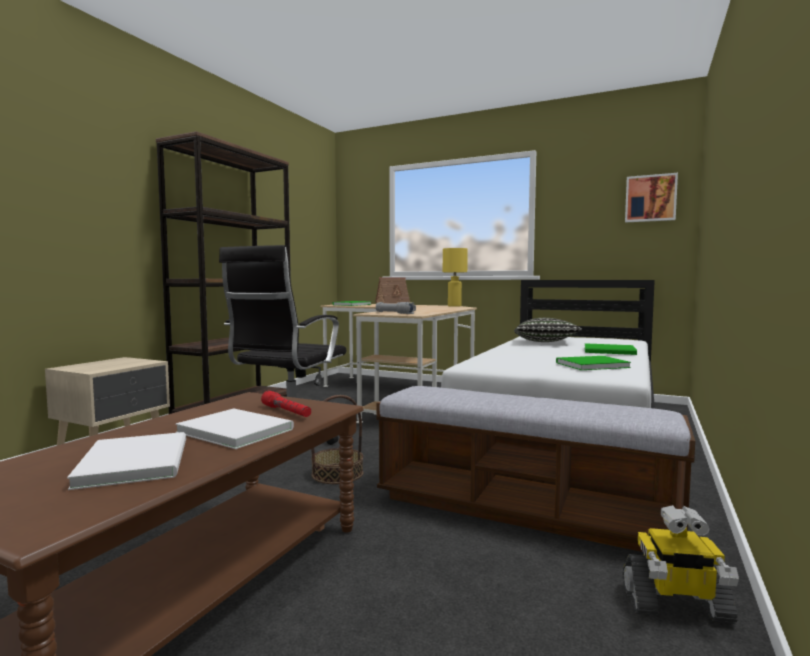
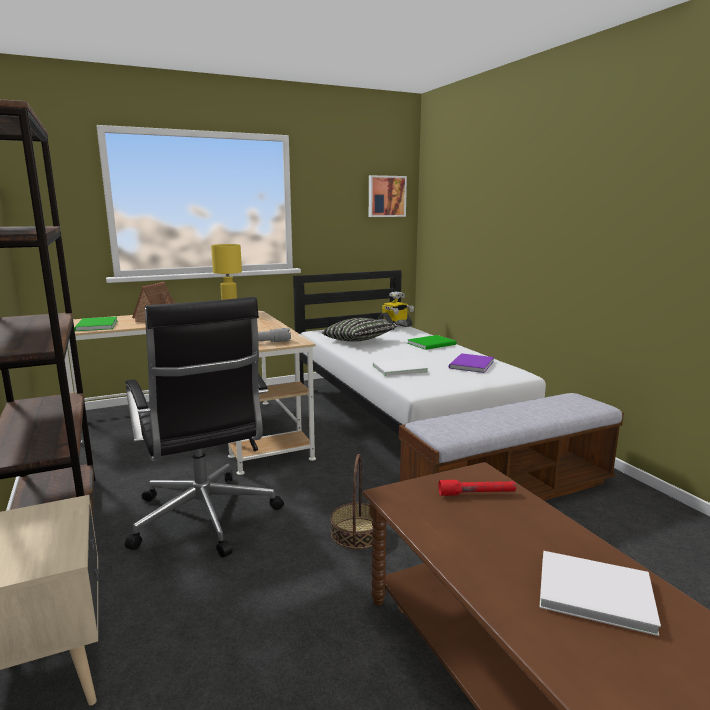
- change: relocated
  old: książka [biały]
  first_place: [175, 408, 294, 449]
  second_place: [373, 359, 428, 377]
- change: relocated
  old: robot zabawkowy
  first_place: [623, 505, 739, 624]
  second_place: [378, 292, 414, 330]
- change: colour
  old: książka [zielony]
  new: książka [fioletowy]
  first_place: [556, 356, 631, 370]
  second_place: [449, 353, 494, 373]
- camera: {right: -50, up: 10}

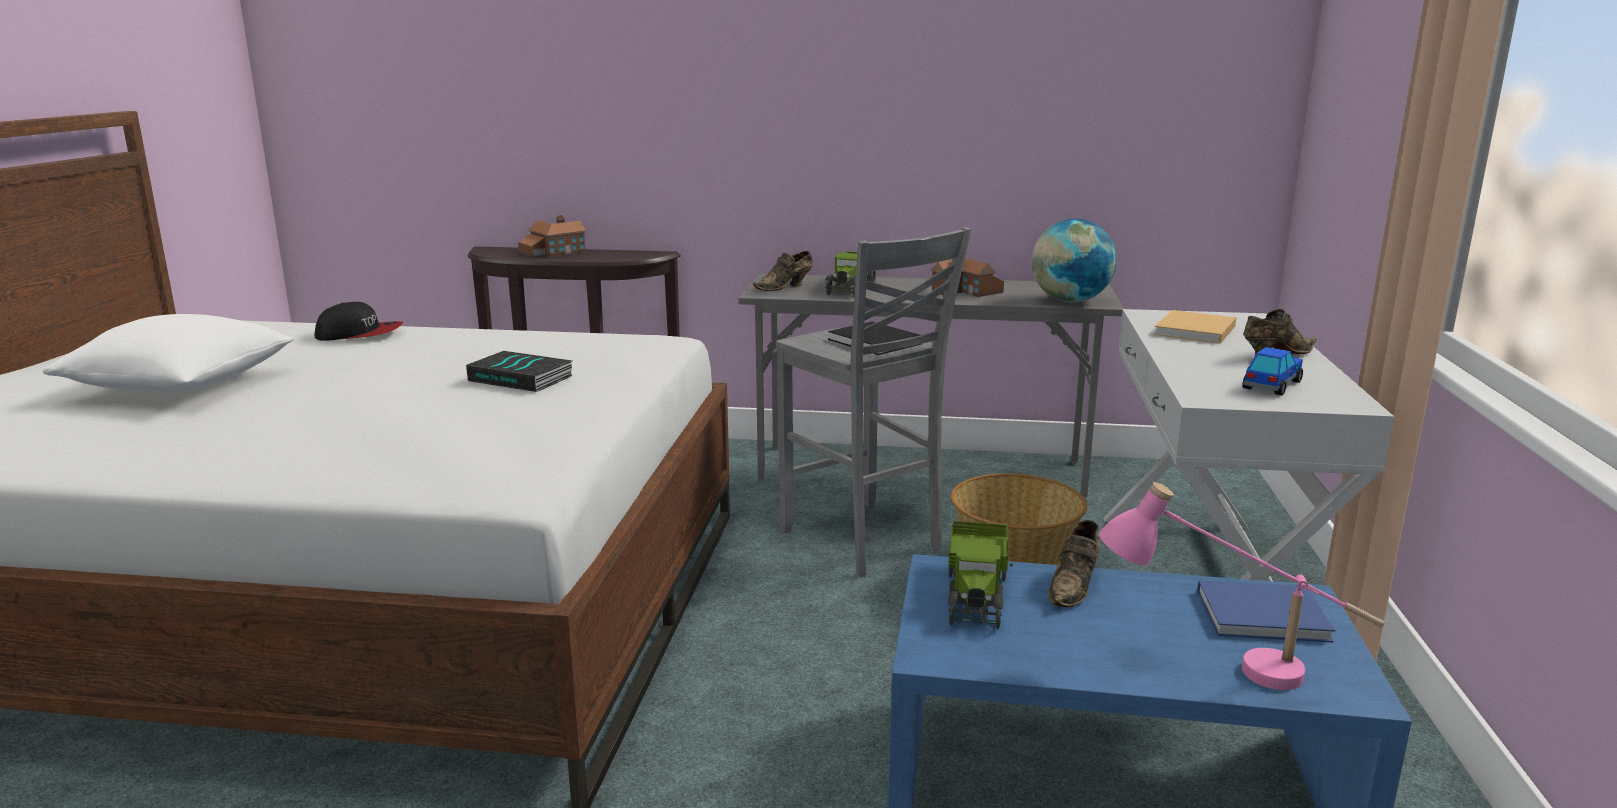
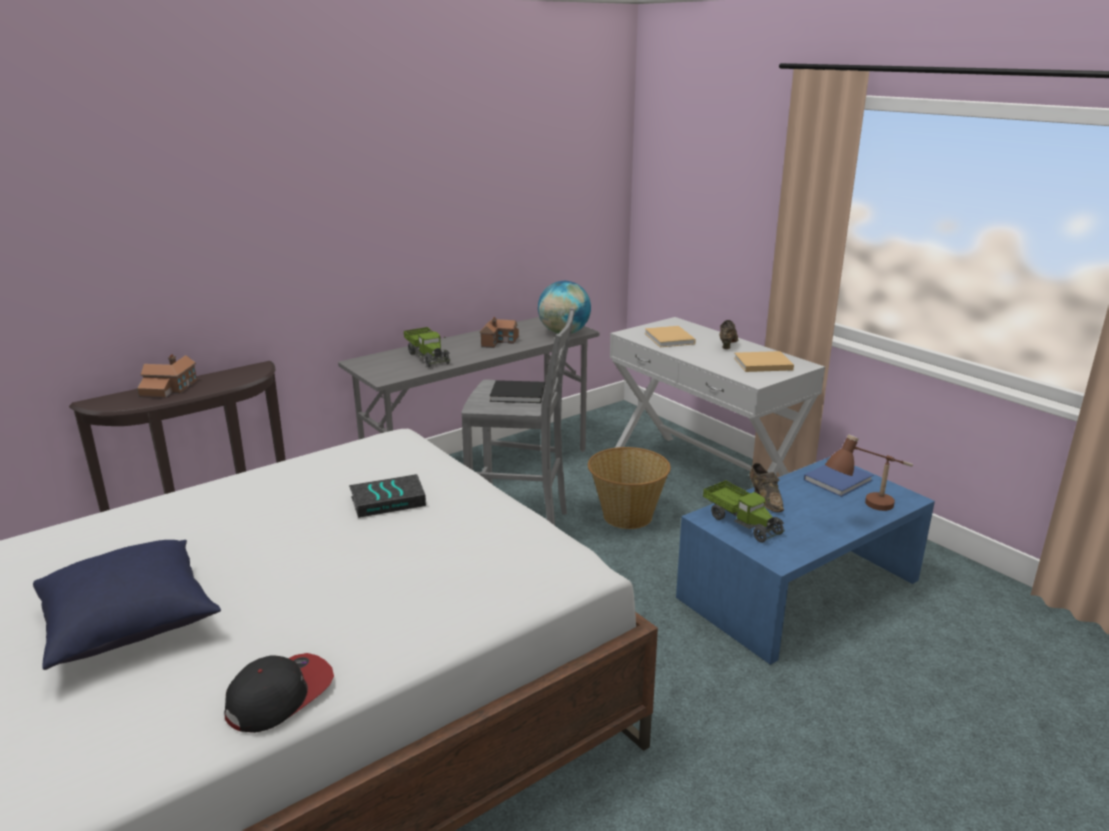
- change: colour
  old: poduszka [biały]
  new: poduszka [niebieski]
  first_place: [43, 314, 295, 392]
  second_place: [33, 540, 221, 670]
- change: relocated
  old: czapka z daszkiem
  first_place: [314, 302, 403, 341]
  second_place: [225, 653, 334, 733]
- change: exchanged
  old: samochodzik
  new: książka [beżowy]
  first_place: [1243, 347, 1303, 396]
  second_place: [734, 351, 794, 372]
- change: colour
  old: lampa stołowa [różowy]
  new: lampa stołowa [brązowy]
  first_place: [1099, 482, 1384, 690]
  second_place: [825, 434, 913, 511]
- change: missing
  old: but [brązowy]
  first_place: [753, 251, 813, 291]
- camera: {right: -45, up: 5}

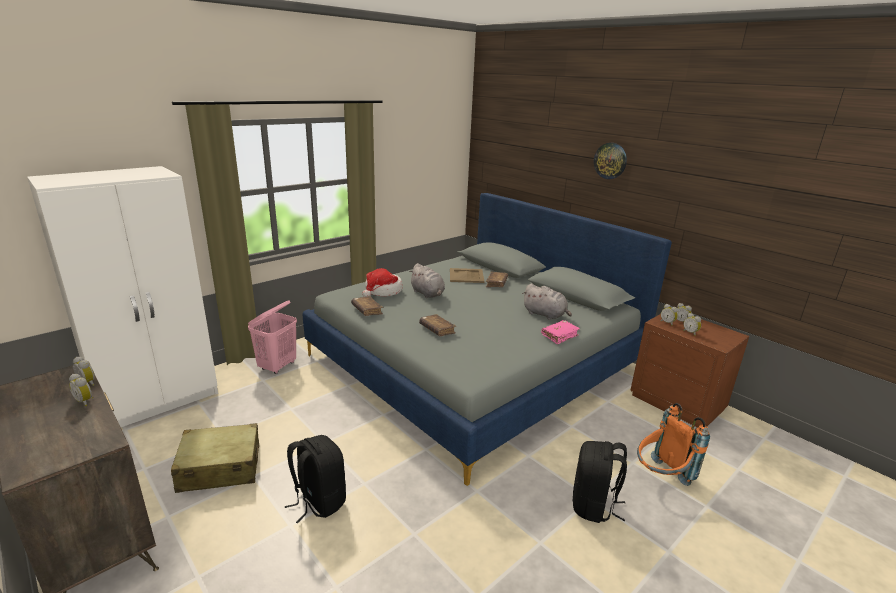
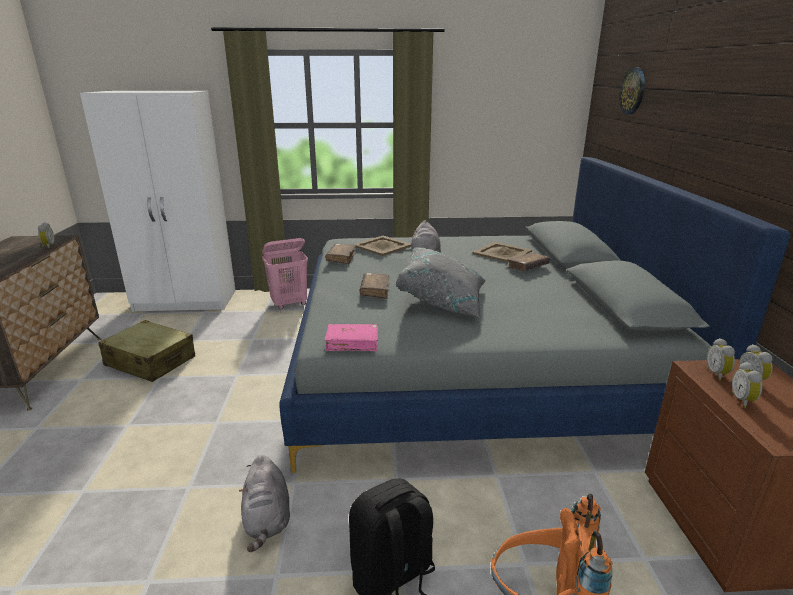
- change: relocated
  old: pluszak [szary]
  first_place: [522, 284, 572, 320]
  second_place: [239, 455, 290, 552]
- change: relocated
  old: książka [różowy]
  first_place: [541, 320, 580, 344]
  second_place: [325, 324, 378, 351]
- change: exchanged
  old: kapelusz
  new: taca [beżowy]
  first_place: [362, 268, 403, 297]
  second_place: [353, 236, 411, 256]
- change: appeared
  new: poduszka [szary]
  second_place: [396, 248, 486, 318]
- change: relocated
  old: zegar ścienny
  first_place: [594, 143, 627, 179]
  second_place: [619, 67, 645, 114]
- change: missing
  old: budzik
  first_place: [69, 374, 93, 406]
- change: missing
  old: plecak [czarny]
  first_place: [285, 435, 346, 523]
- camera: {right: 40, up: 0}

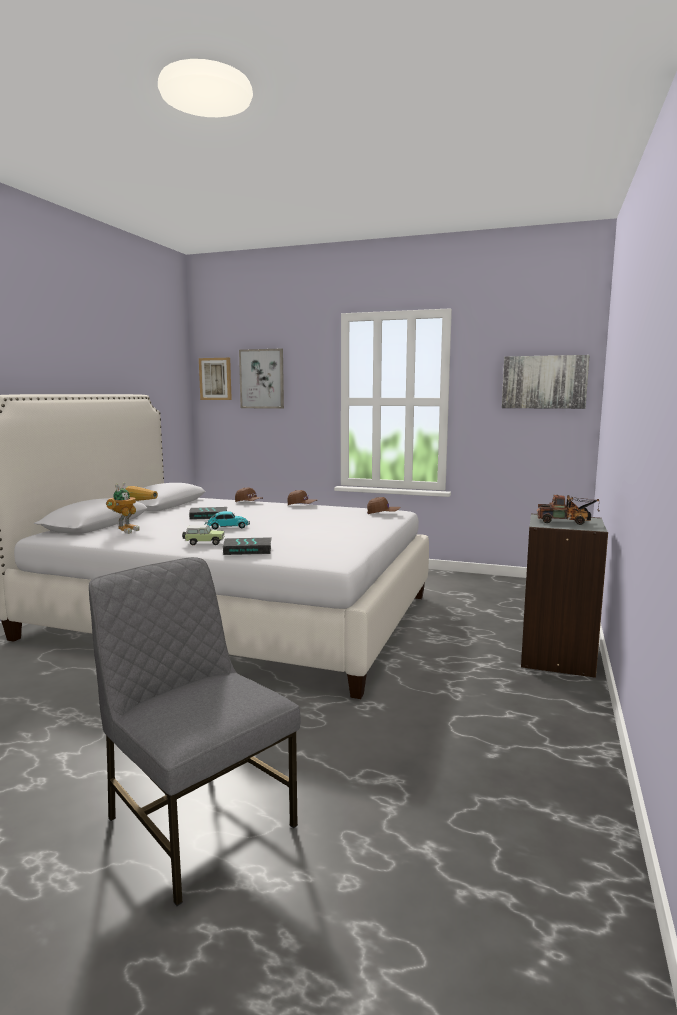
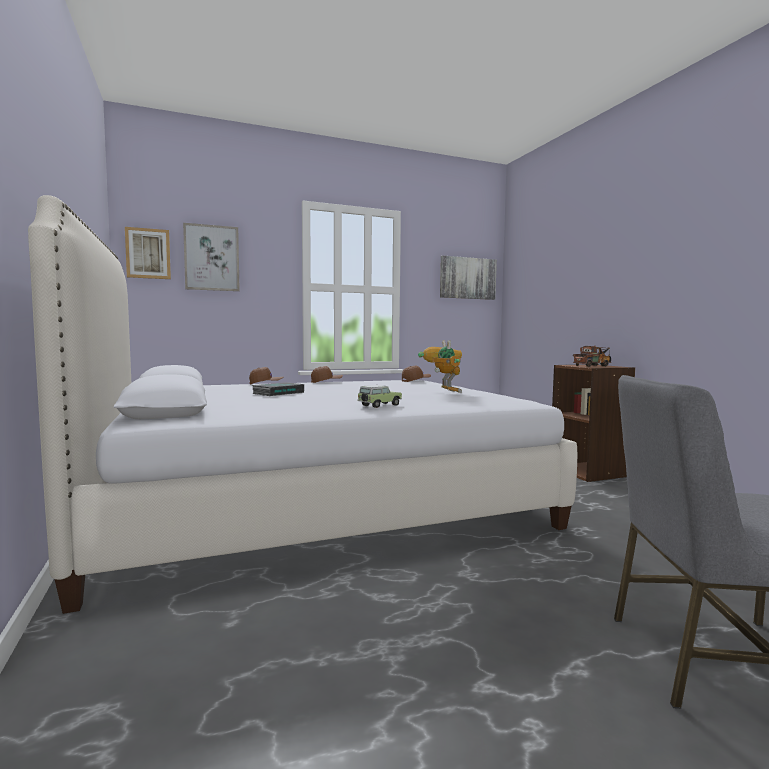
- change: relocated
  old: robot zabawkowy
  first_place: [106, 482, 158, 534]
  second_place: [418, 340, 462, 393]
- change: colour
  old: regał [szary]
  new: regał [brązowy]
  first_place: [521, 514, 608, 678]
  second_place: [552, 364, 635, 482]
- change: missing
  old: samochodzik
  first_place: [205, 511, 250, 529]
- change: missing
  old: książka
  first_place: [223, 537, 272, 555]
- camera: {right: -40, up: -5}

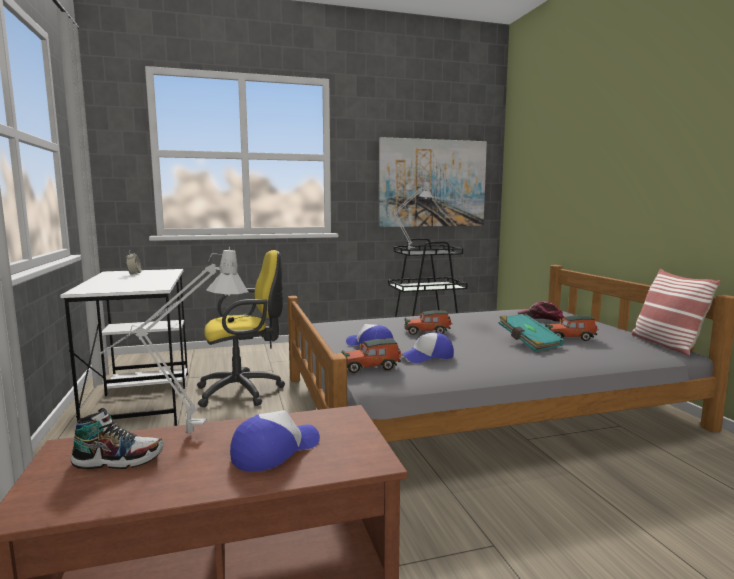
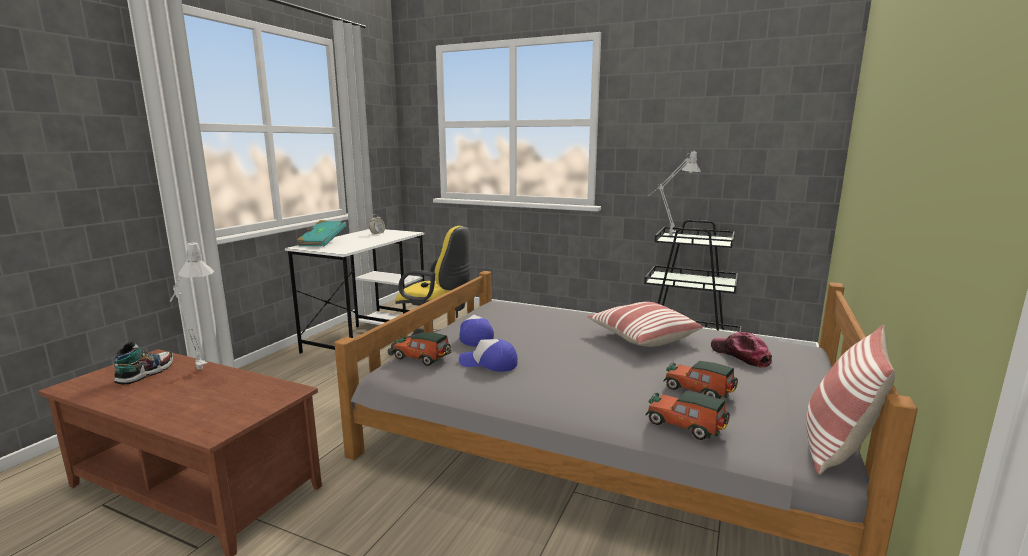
- change: spun
  old: but
  first_place: [71, 408, 164, 469]
  second_place: [114, 342, 173, 384]
  degrees: -105
- change: relocated
  old: książka [turkusowy]
  first_place: [498, 314, 564, 352]
  second_place: [296, 220, 347, 246]
- change: appeared
  new: poduszka
  second_place: [587, 302, 703, 347]
- change: relocated
  old: samochodzik
  first_place: [404, 311, 453, 335]
  second_place: [645, 391, 730, 440]
- change: missing
  old: czapka z daszkiem
  first_place: [230, 410, 320, 472]
- change: missing
  old: obraz
  first_place: [379, 137, 487, 227]
- camera: {right: 40, up: 5}

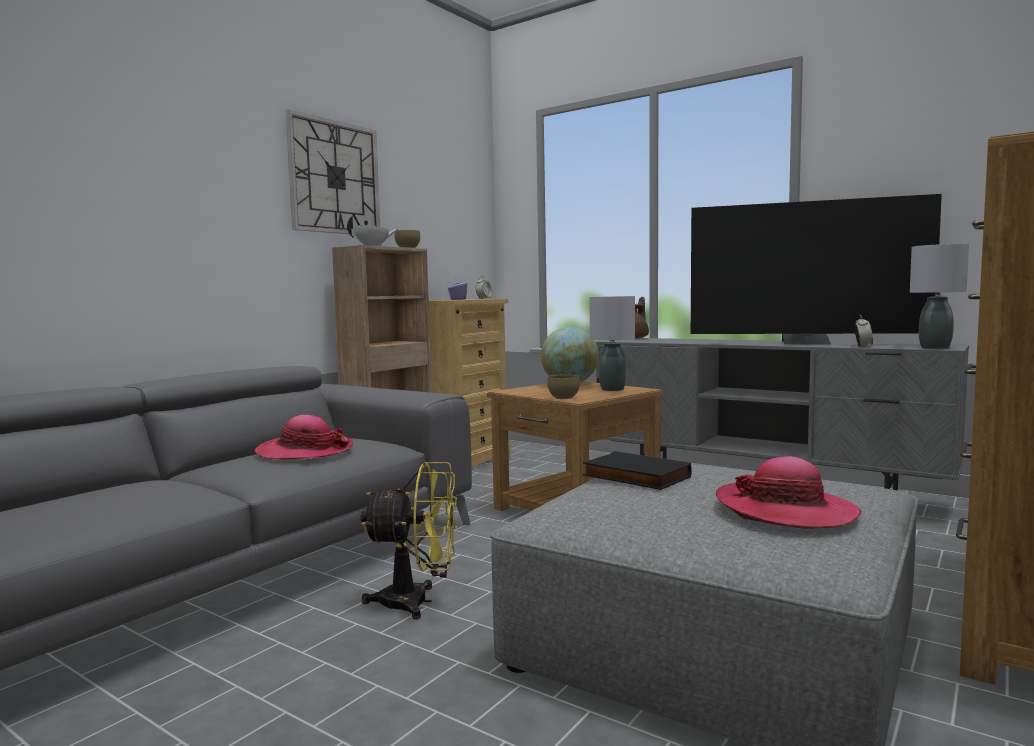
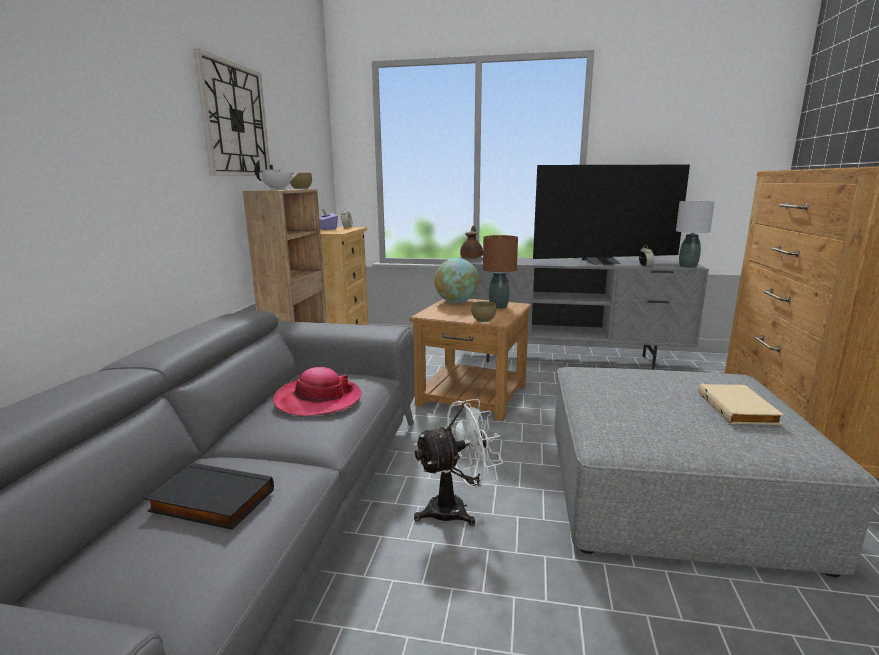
- change: relocated
  old: książka [czarny]
  first_place: [583, 451, 692, 490]
  second_place: [145, 463, 274, 530]
- change: colour
  old: wentylator [żółty]
  new: wentylator [biały]
  first_place: [361, 462, 457, 620]
  second_place: [414, 399, 503, 526]
- change: colour
  old: lampa stołowa [szary]
  new: lampa stołowa [brązowy]
  first_place: [590, 296, 635, 391]
  second_place: [483, 235, 518, 309]
- change: exchanged
  old: kapelusz
  new: książka [beżowy]
  first_place: [716, 456, 862, 529]
  second_place: [698, 383, 784, 425]
- camera: {right: -25, up: 10}

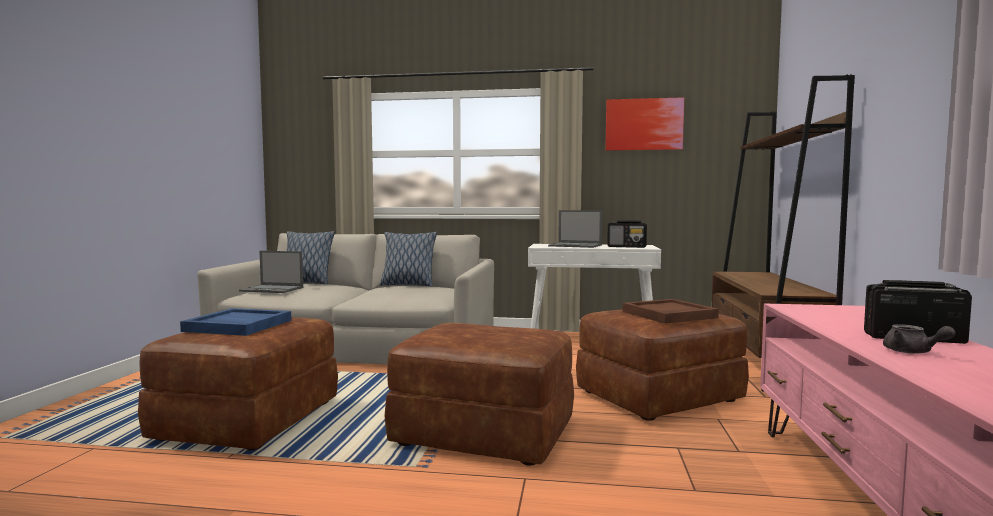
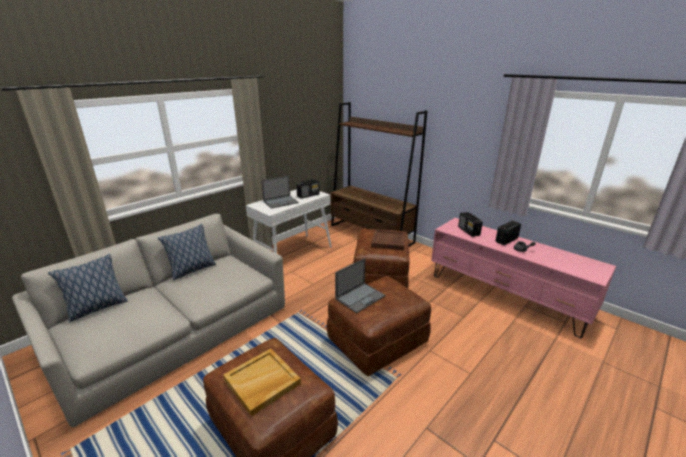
- change: colour
  old: taca [niebieski]
  new: taca [beżowy]
  first_place: [180, 308, 291, 336]
  second_place: [223, 348, 301, 417]
- change: relocated
  old: laptop
  first_place: [239, 251, 303, 293]
  second_place: [335, 258, 385, 313]
- change: appeared
  new: radio
  second_place: [458, 212, 483, 237]
- change: missing
  old: obraz
  first_place: [605, 97, 684, 151]
- camera: {right: -55, up: 20}

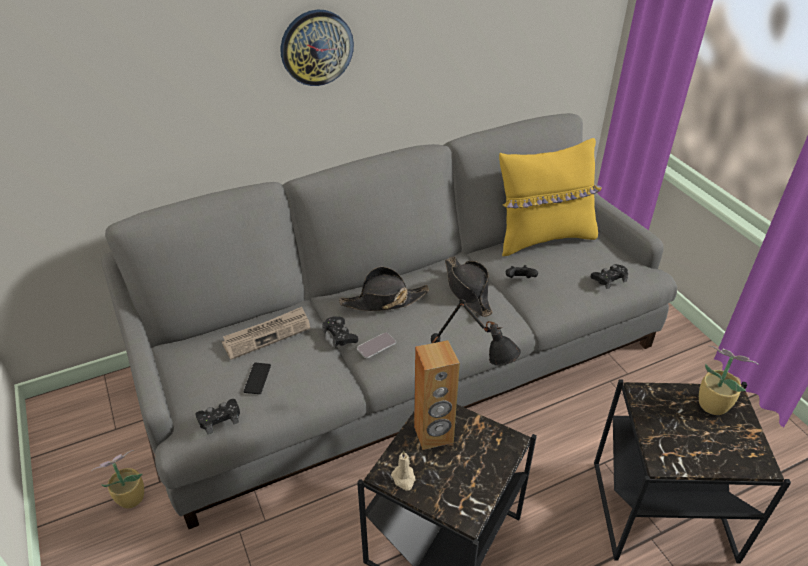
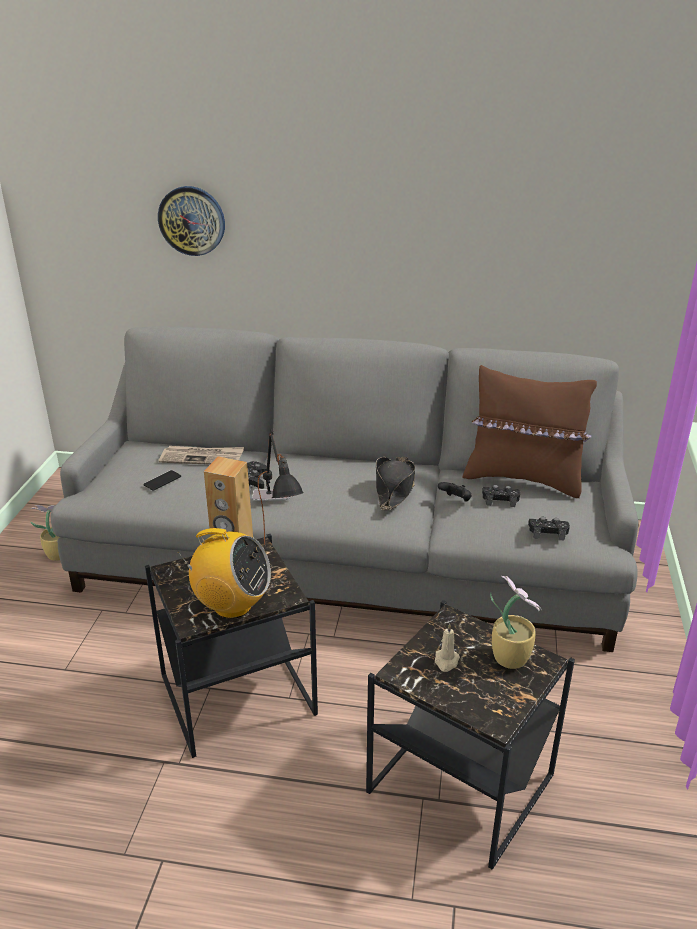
- change: relocated
  old: zegar ścienny
  first_place: [281, 10, 354, 86]
  second_place: [158, 186, 225, 256]
- change: appeared
  new: radio
  second_place: [178, 528, 271, 619]
- change: relocated
  old: świeca [beżowy]
  first_place: [391, 451, 415, 491]
  second_place: [435, 623, 460, 672]
- change: colour
  old: poduszka [żółty]
  new: poduszka [brązowy]
  first_place: [499, 138, 602, 256]
  second_place: [462, 365, 597, 498]
- change: relocated
  old: pad do gier [czarny]
  first_place: [195, 399, 240, 434]
  second_place: [482, 485, 520, 507]
- change: missing
  old: kapelusz [czarny]
  first_place: [339, 266, 429, 311]
- camera: {right: 35, up: -10}

